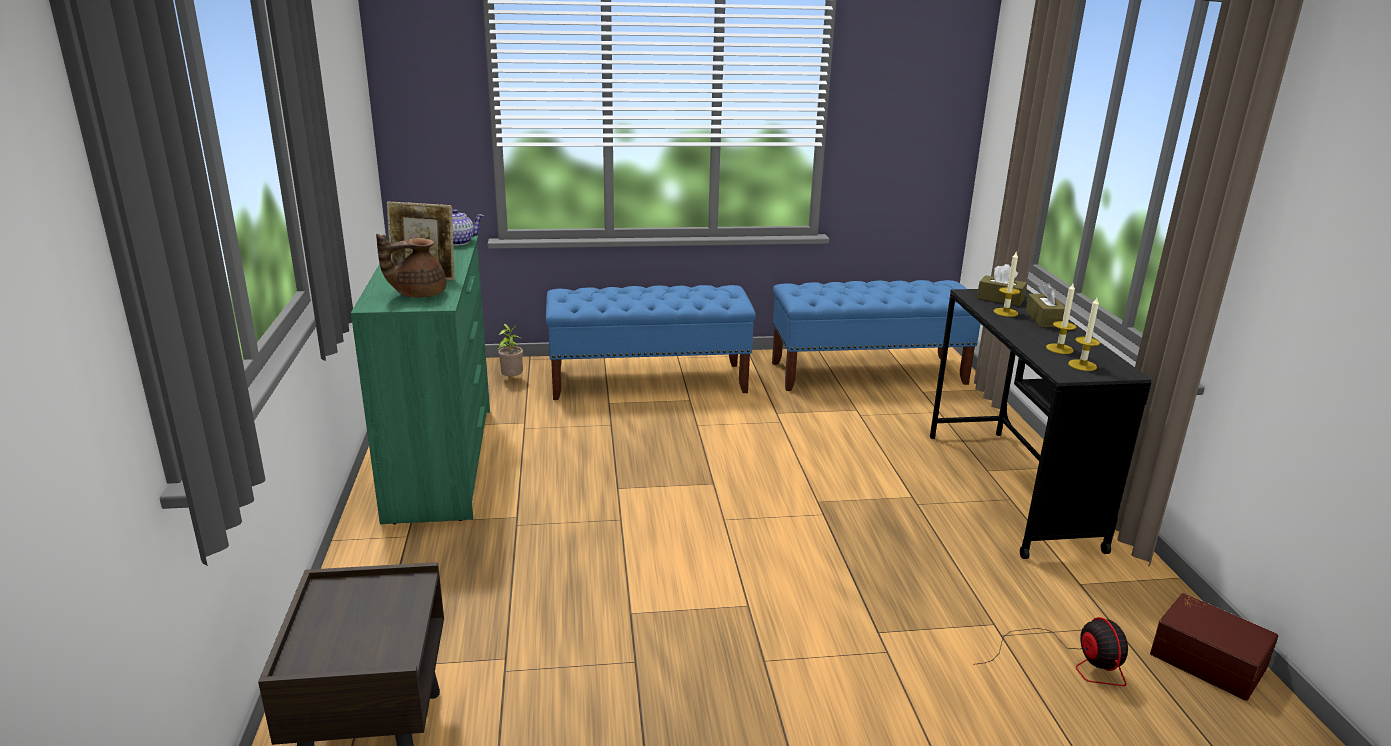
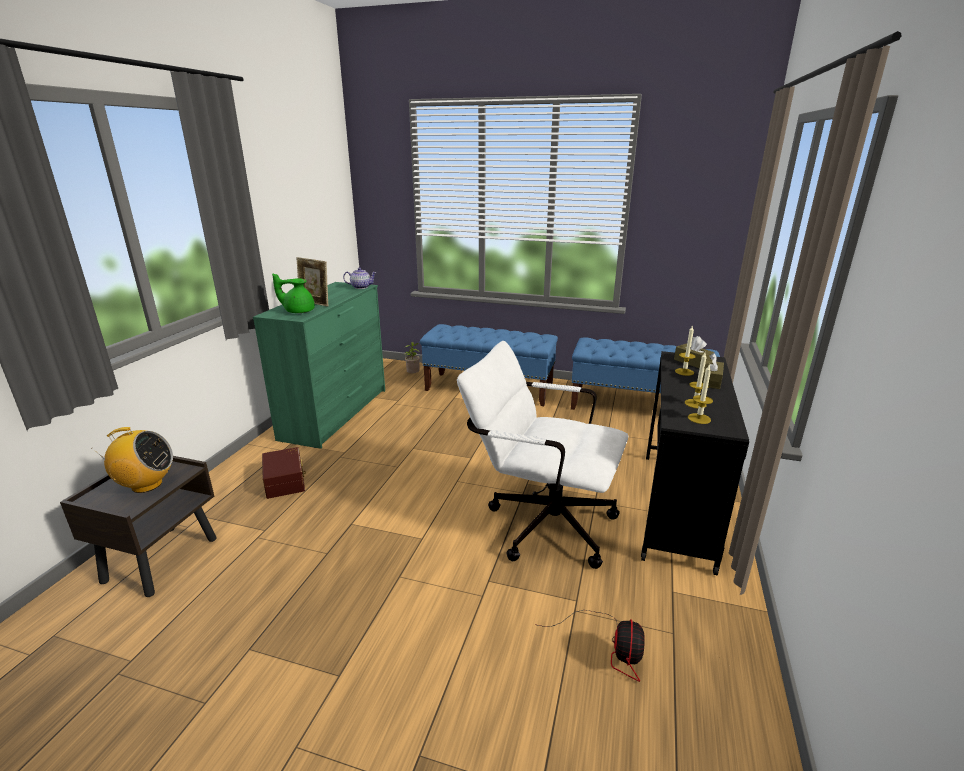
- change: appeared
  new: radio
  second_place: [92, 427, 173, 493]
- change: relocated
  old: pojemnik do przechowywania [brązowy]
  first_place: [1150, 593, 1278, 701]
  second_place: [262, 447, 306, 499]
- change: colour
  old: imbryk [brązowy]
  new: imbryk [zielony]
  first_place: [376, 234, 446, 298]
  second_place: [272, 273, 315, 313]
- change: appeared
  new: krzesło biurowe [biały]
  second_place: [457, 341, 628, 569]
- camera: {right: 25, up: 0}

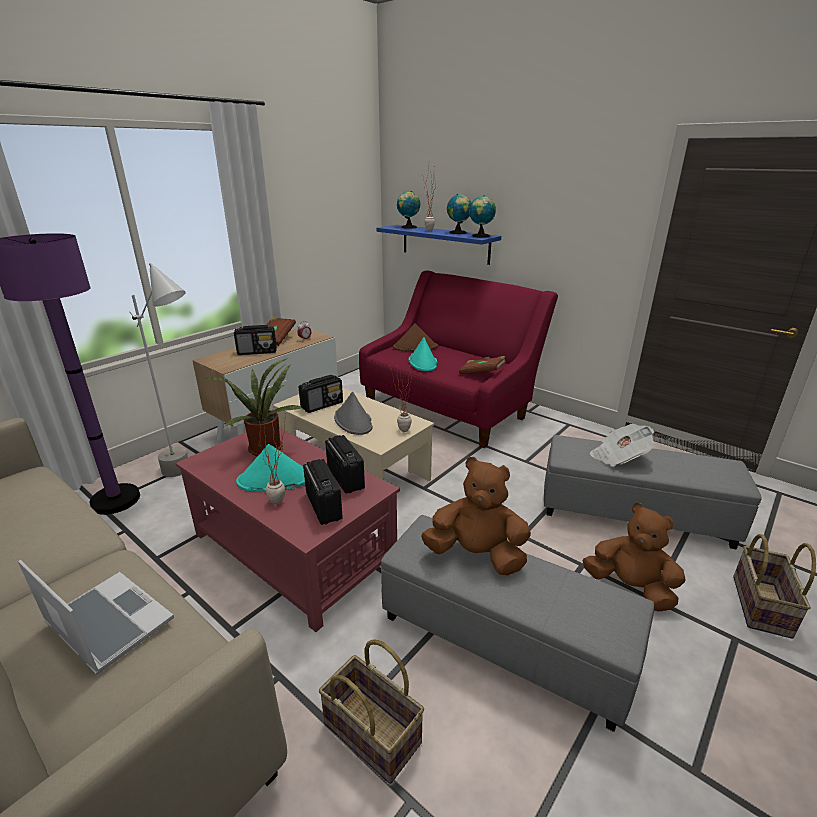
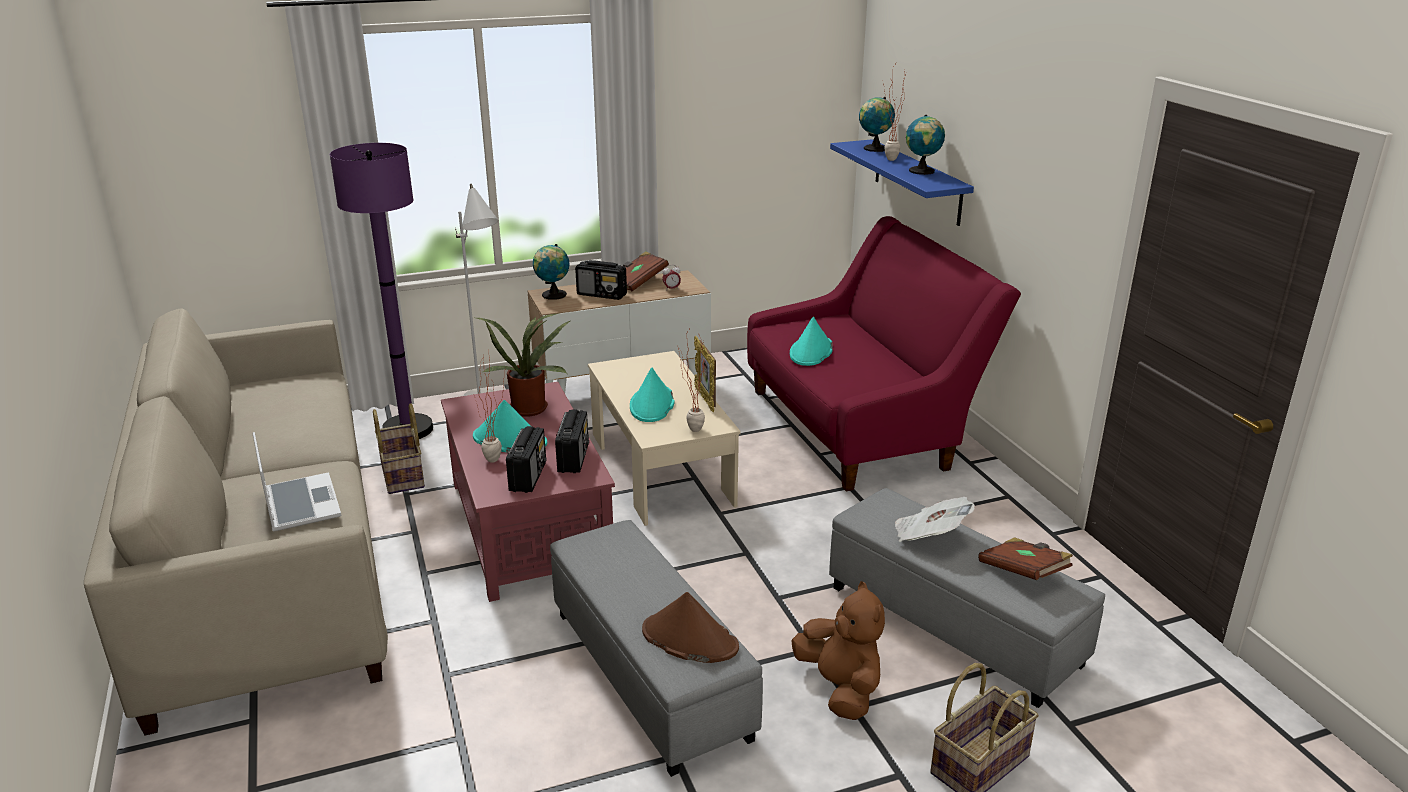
- change: relocated
  old: koszyk
  first_place: [319, 640, 424, 784]
  second_place: [373, 403, 425, 494]
- change: relocated
  old: globus
  first_place: [469, 196, 496, 238]
  second_place: [533, 244, 570, 300]
- change: colour
  old: kapelusz [szary]
  new: kapelusz [turkusowy]
  first_place: [334, 391, 373, 435]
  second_place: [630, 368, 675, 422]
- change: relocated
  old: kapelusz [brązowy]
  first_place: [393, 323, 438, 351]
  second_place: [642, 592, 739, 663]
- change: appeared
  new: ramka na zdjęcie
  second_place: [694, 336, 716, 412]
- change: relocated
  old: książka [brązowy]
  first_place: [459, 356, 506, 374]
  second_place: [978, 537, 1073, 580]
- change: missing
  old: radio
  first_place: [299, 375, 343, 413]
- change: missing
  old: pluszak [brązowy]
  first_place: [421, 457, 531, 575]
- camera: {right: 30, up: 0}

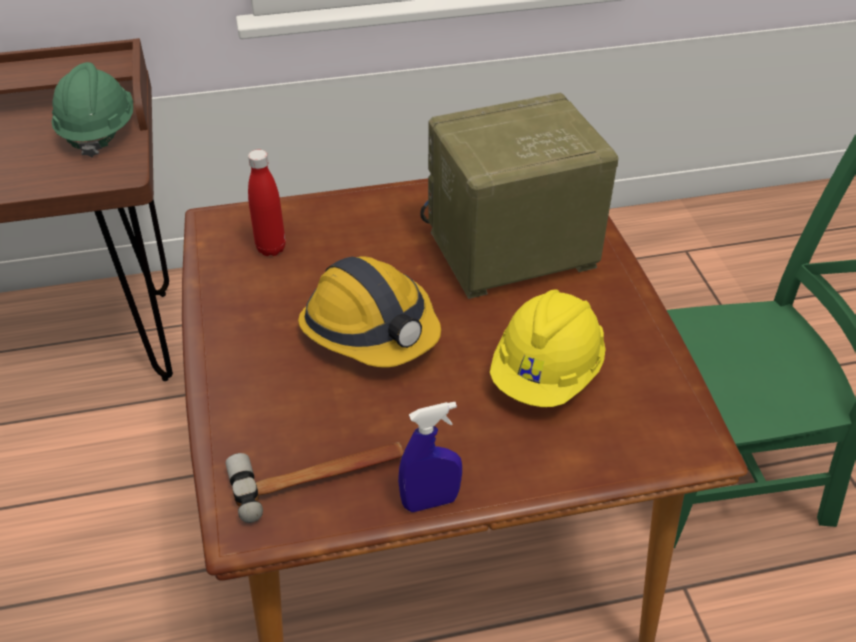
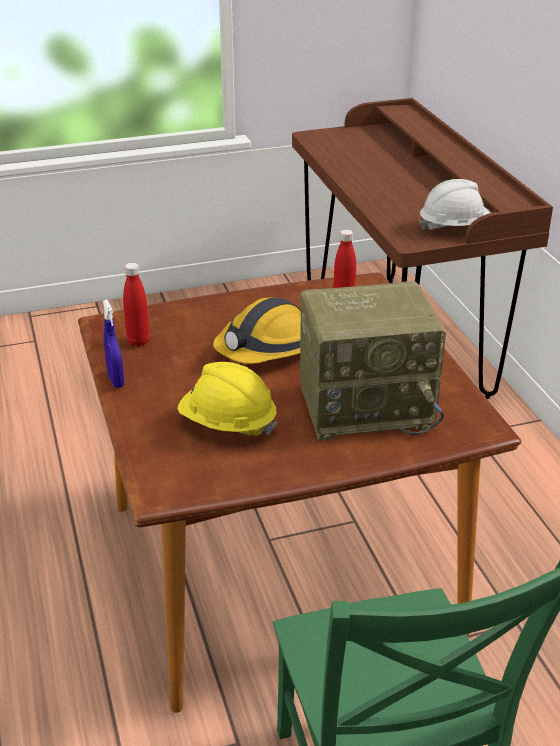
- change: exchanged
  old: młotek
  new: butelka [czerwony]
  first_place: [226, 442, 404, 523]
  second_place: [123, 263, 150, 347]
- change: spun
  old: radio
  first_place: [420, 93, 618, 299]
  second_place: [300, 281, 446, 441]
  degrees: 105
- change: colour
  old: kask [zielony]
  new: kask [biały]
  first_place: [52, 62, 133, 158]
  second_place: [419, 179, 491, 231]
- camera: {right: 85, up: -10}

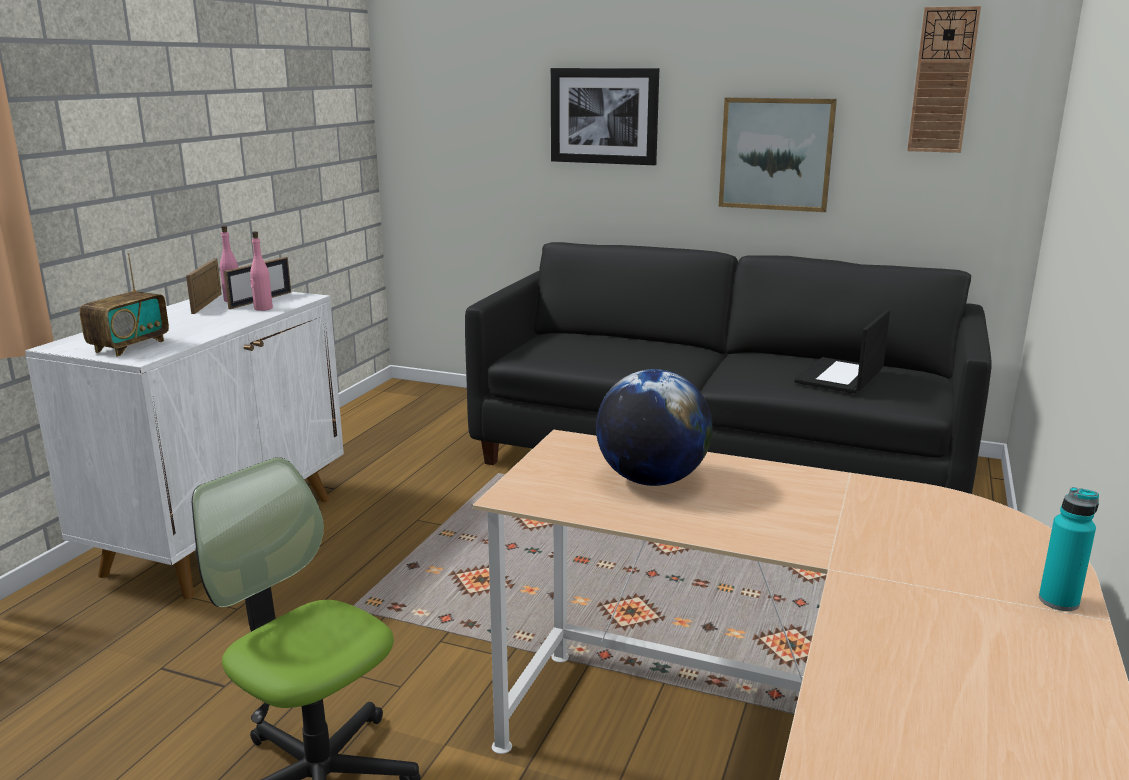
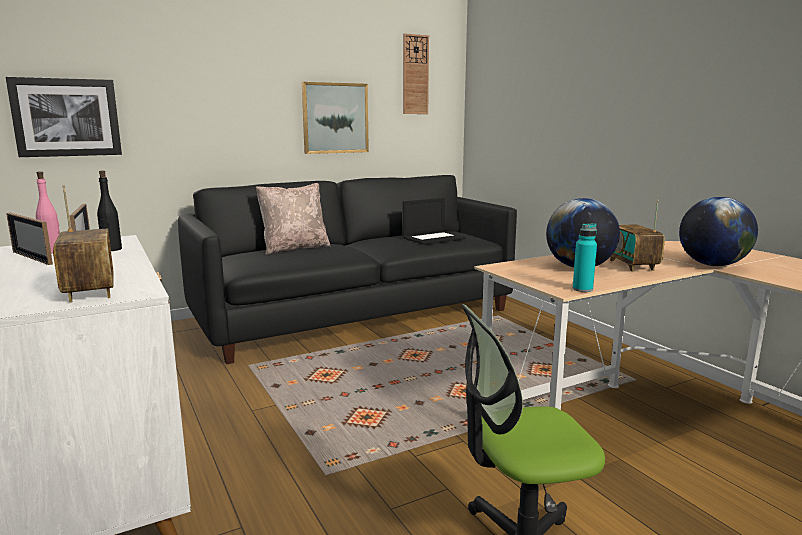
- change: relocated
  old: obraz
  first_place: [551, 68, 659, 165]
  second_place: [6, 77, 122, 157]
- change: colour
  old: butelka [różowy]
  new: butelka [czarny]
  first_place: [250, 231, 273, 311]
  second_place: [97, 171, 122, 251]
- change: appeared
  new: poduszka [beżowy]
  second_place: [256, 183, 331, 255]
- change: spun
  old: laptop
  first_place: [794, 310, 890, 394]
  second_place: [403, 198, 465, 245]
  degrees: -105
- change: relocated
  old: butelka [turkusowy]
  first_place: [1039, 487, 1099, 611]
  second_place: [573, 223, 597, 292]
- change: appeared
  new: radio
  second_place: [610, 200, 665, 272]
- change: appeared
  new: globus
  second_place: [679, 197, 758, 266]
- camera: {right: -50, up: -5}

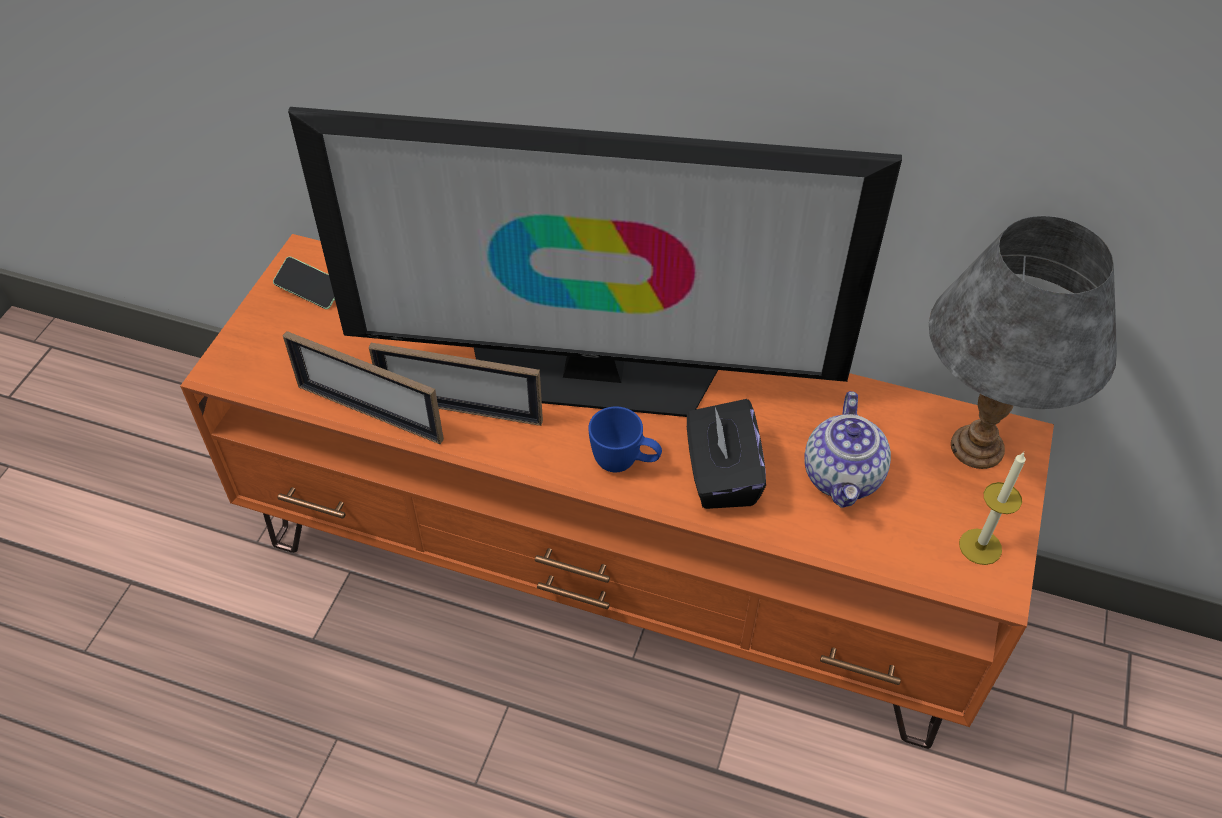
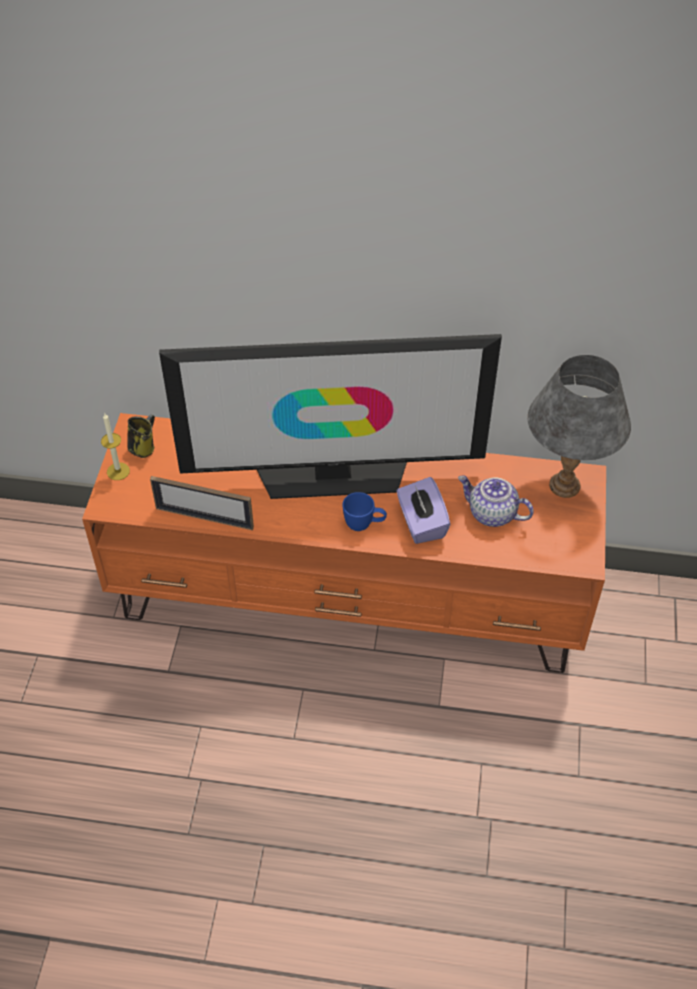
- change: relocated
  old: świeca
  first_place: [959, 452, 1026, 565]
  second_place: [101, 413, 130, 480]
- change: exchanged
  old: telefon
  new: kubek
  first_place: [273, 256, 335, 309]
  second_place: [127, 415, 155, 458]
- change: colour
  old: pudełko chusteczek [czarny]
  new: pudełko chusteczek [fioletowy]
  first_place: [687, 399, 766, 509]
  second_place: [397, 477, 451, 544]
- change: spun
  old: imbryk
  first_place: [804, 391, 891, 508]
  second_place: [458, 475, 534, 527]
  degrees: 120
- change: missing
  old: ramka na zdjęcie
  first_place: [369, 343, 543, 426]
- camera: {right: -10, up: 0}

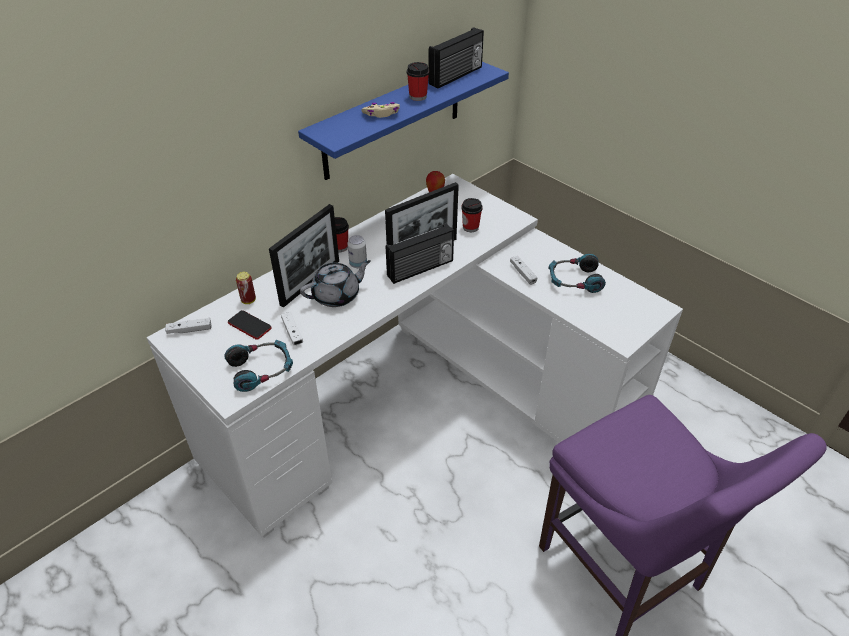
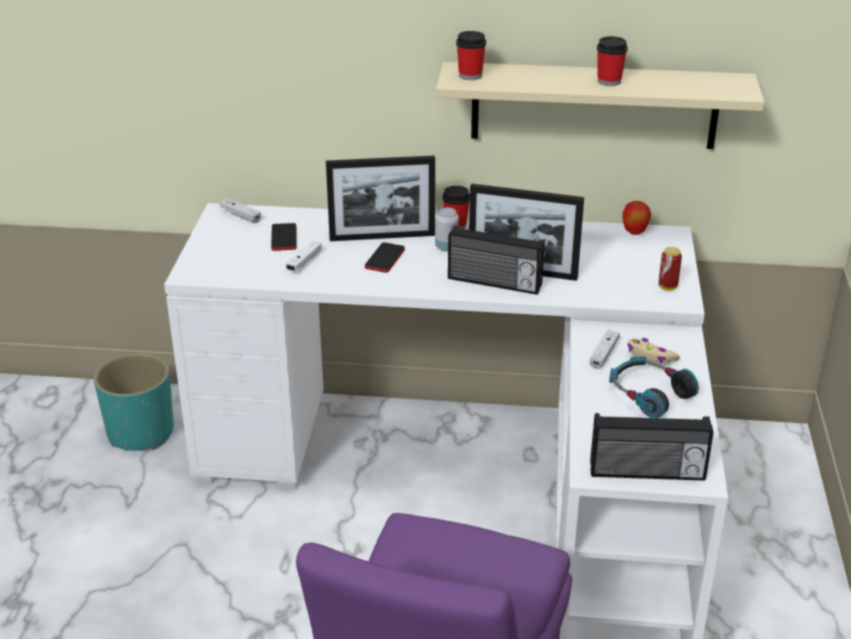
- change: appeared
  new: donica [turkusowy]
  second_place: [94, 353, 174, 451]
- change: exchanged
  old: imbryk [szary]
  new: telefon
  first_place: [300, 260, 371, 307]
  second_place: [365, 242, 405, 273]
- change: colour
  old: półka [niebieski]
  new: półka [beżowy]
  first_place: [298, 62, 509, 180]
  second_place: [436, 62, 765, 149]
- change: relocated
  old: filiżanka
  first_place: [461, 198, 483, 232]
  second_place: [456, 31, 486, 80]
- change: relocated
  old: radio
  first_place: [428, 27, 484, 88]
  second_place: [590, 413, 714, 481]
- change: relocated
  old: pad do gier [beżowy]
  first_place: [362, 102, 400, 118]
  second_place: [627, 338, 680, 364]
- change: relocated
  old: puszka
  first_place: [236, 272, 256, 304]
  second_place: [658, 247, 682, 290]
- change: missing
  old: słuchawki
  first_place: [224, 340, 293, 392]
- camera: {right: 50, up: -10}

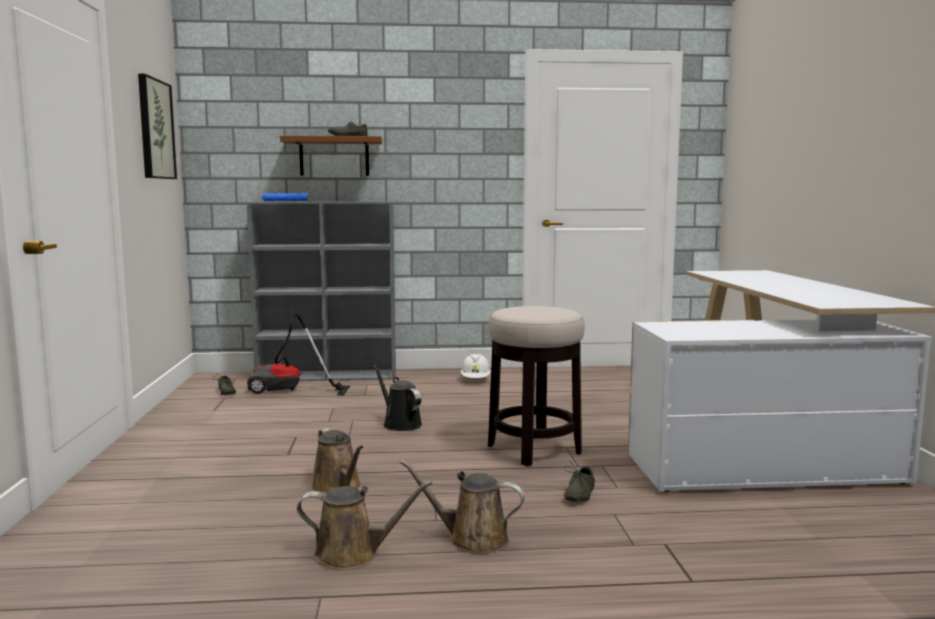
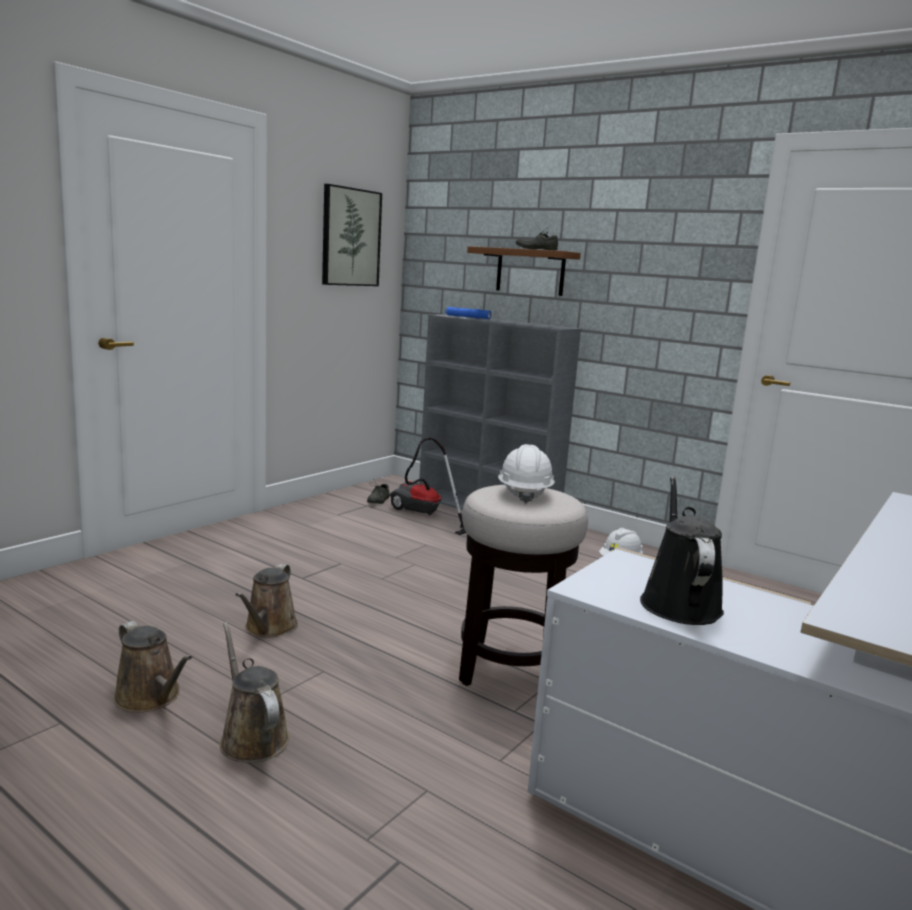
- change: appeared
  new: kask [biały]
  second_place: [498, 444, 555, 504]
- change: relocated
  old: konewka [czarny]
  first_place: [374, 366, 422, 431]
  second_place: [640, 476, 724, 625]
- change: missing
  old: but [szary]
  first_place: [564, 460, 595, 502]
- camera: {right: 40, up: 5}

